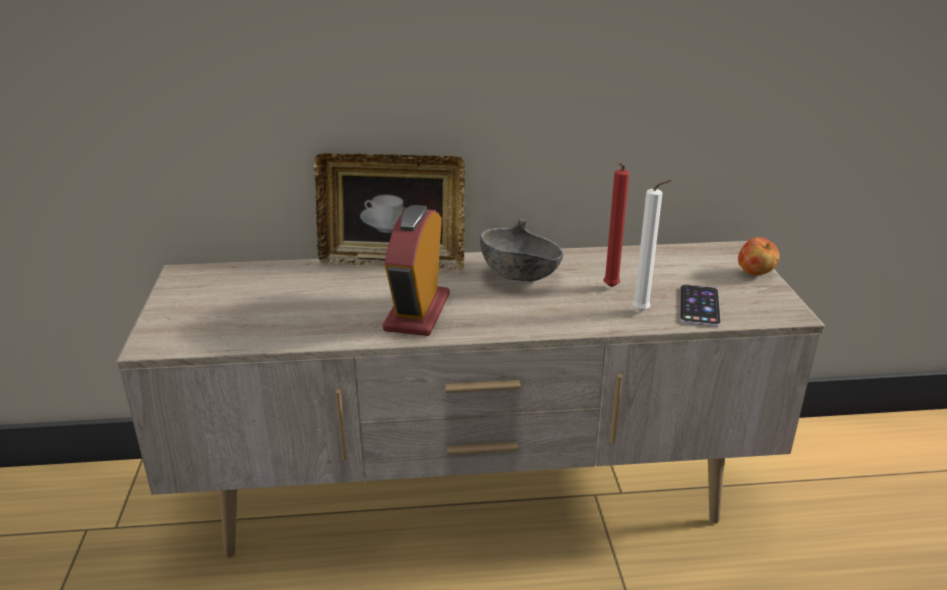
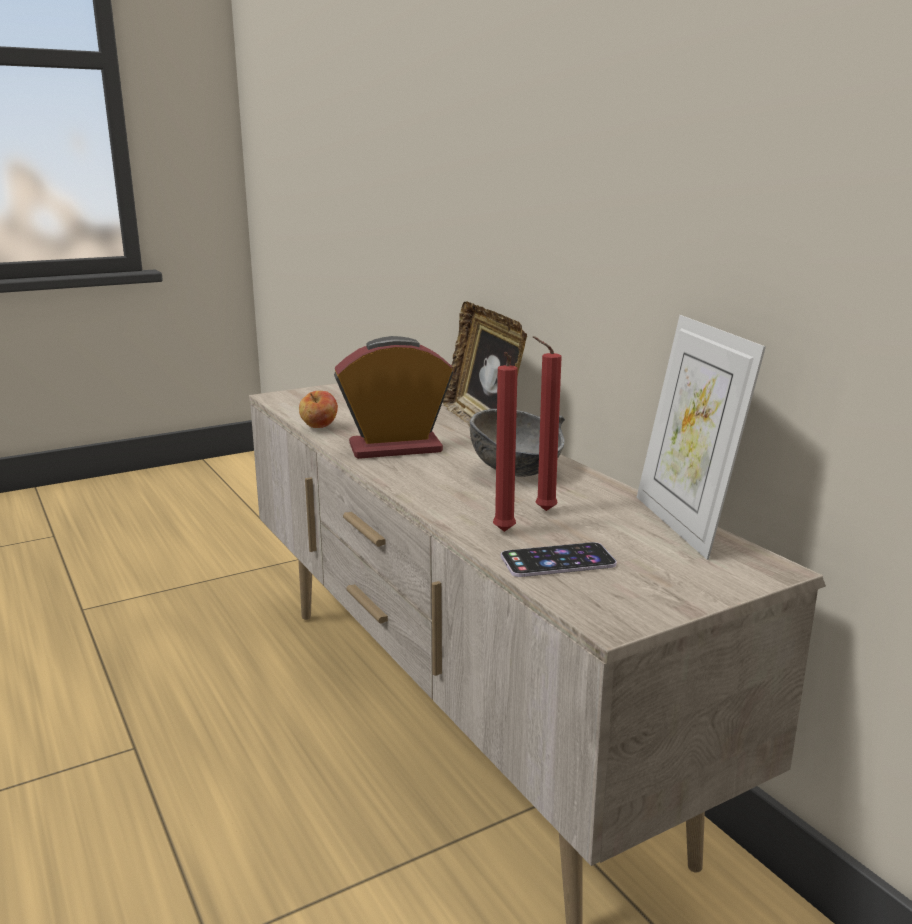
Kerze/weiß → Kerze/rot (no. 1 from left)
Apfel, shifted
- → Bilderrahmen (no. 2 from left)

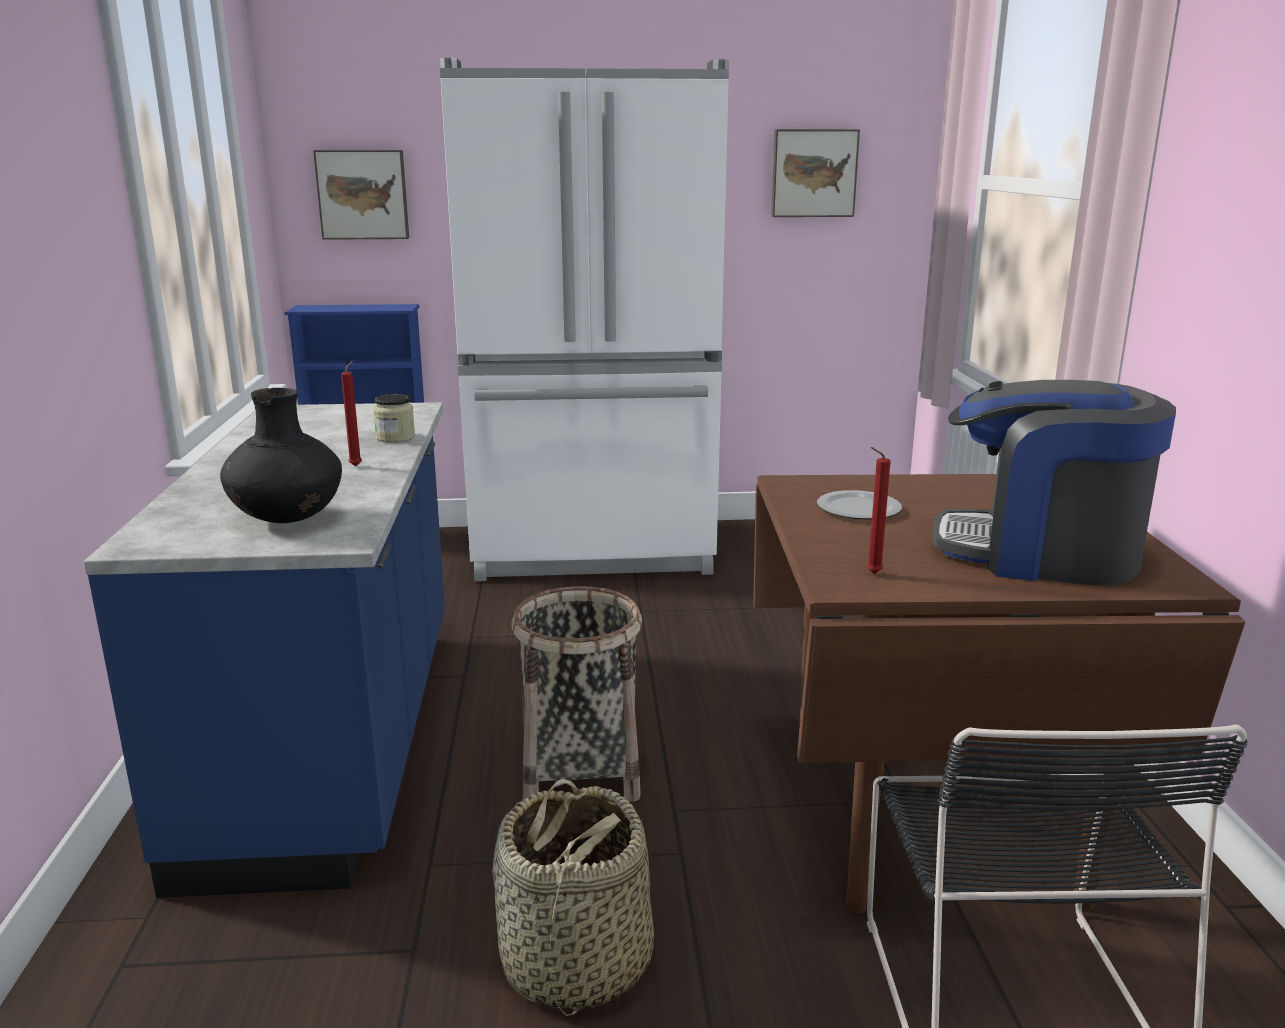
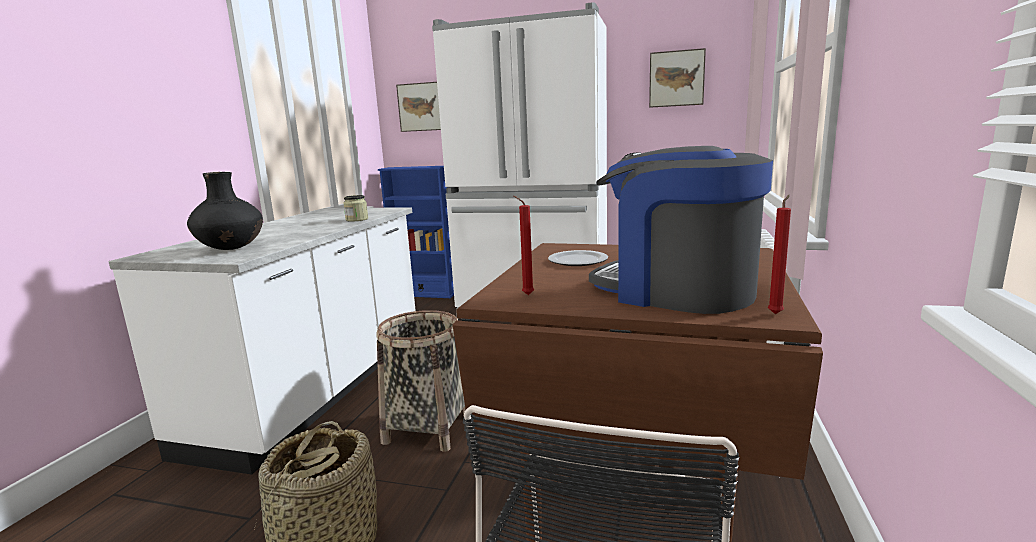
Kerze/rot (no. 1 from left in the first image) → Kerze/rot (no. 2 from left), shifted
Küchenzeile/blau → Küchenzeile/weiß

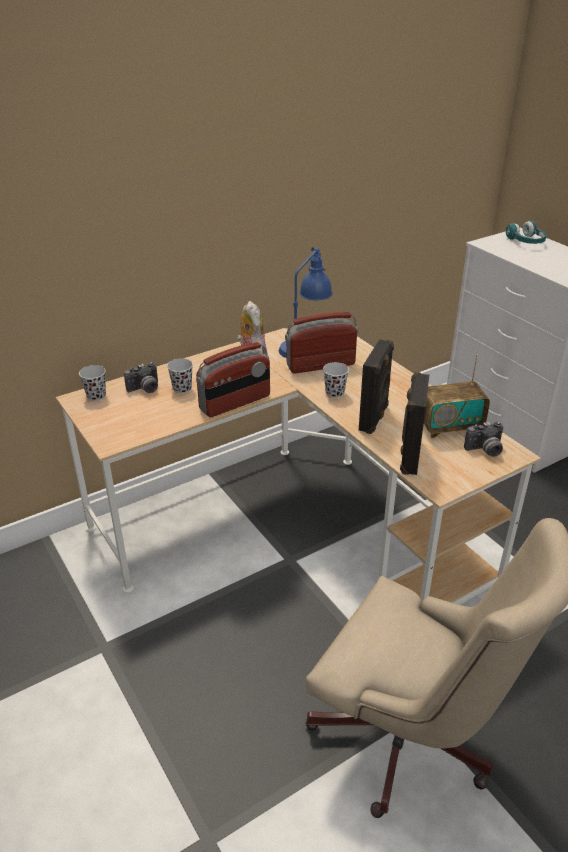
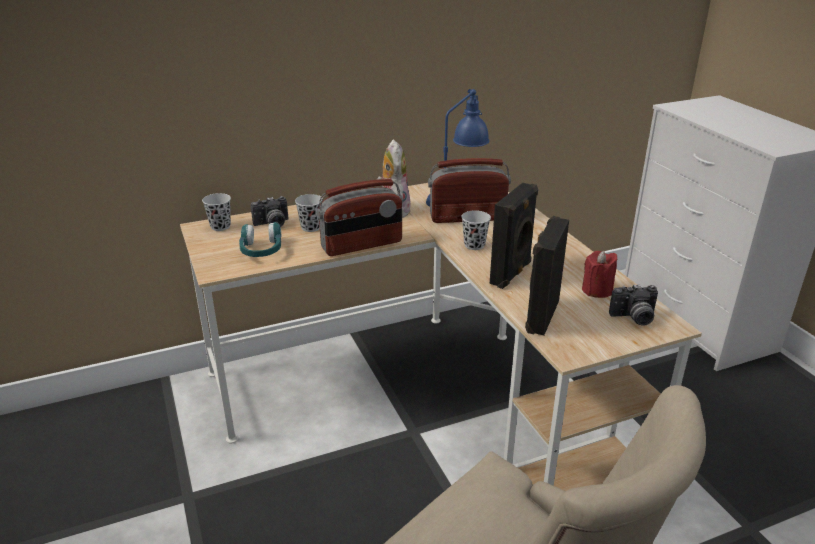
Kopfhörer/türkis, shifted
Radio (no. 3 from left) → Kerze/rot

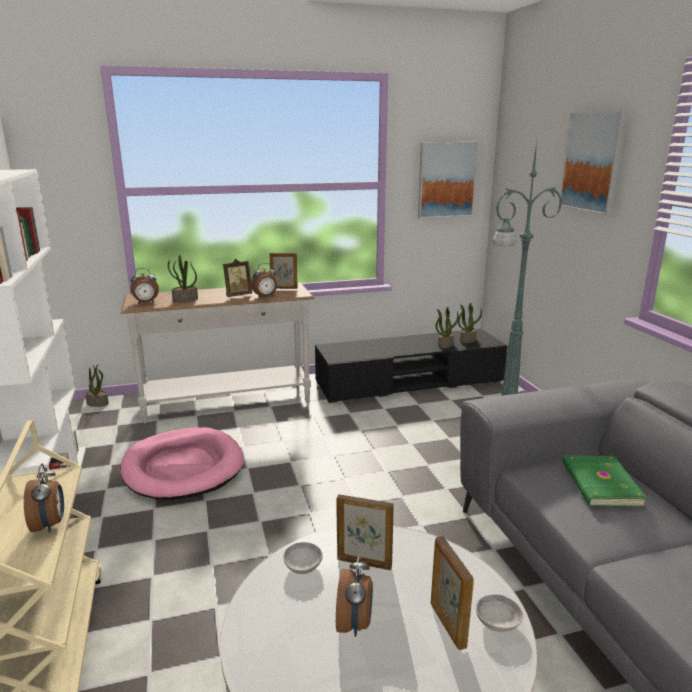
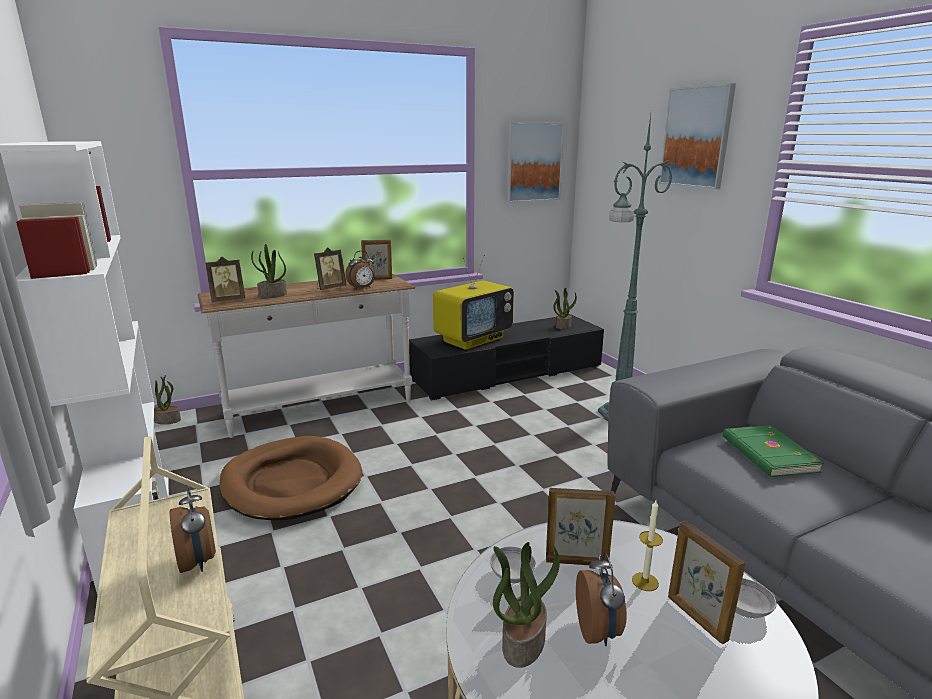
Wecker (no. 2 from left) → Bilderrahmen (no. 1 from left)
Topfpflanze (no. 3 from left), shifted
Hundebett/rosa → Hundebett/braun
- → Fernseher
- → Kerze

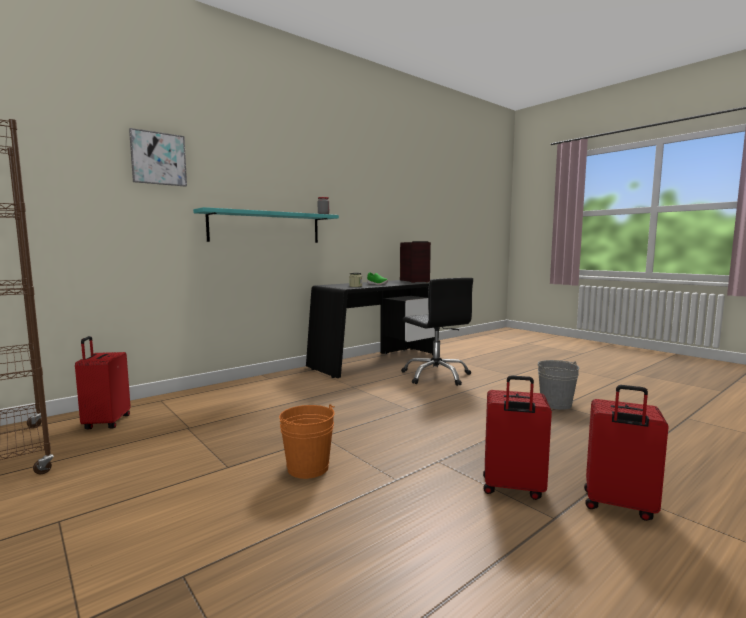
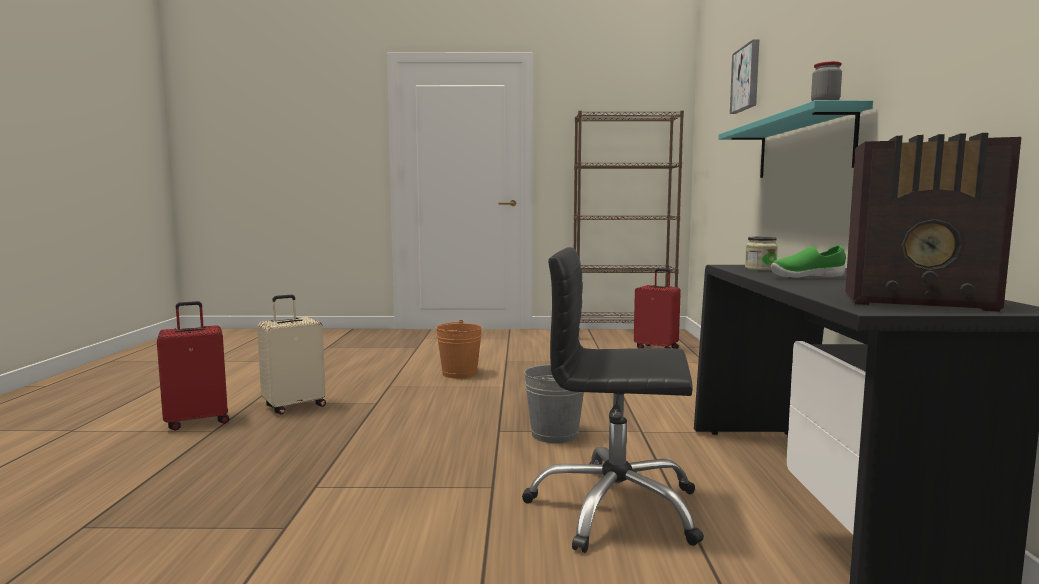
Eimer/grau, shifted
Koffer/rot (no. 2 from left) → Koffer/beige

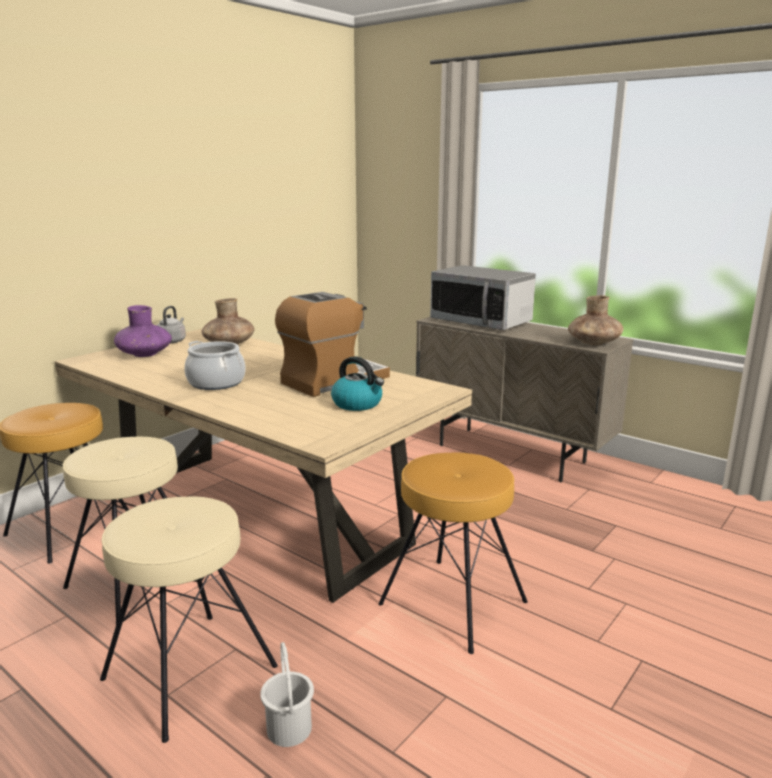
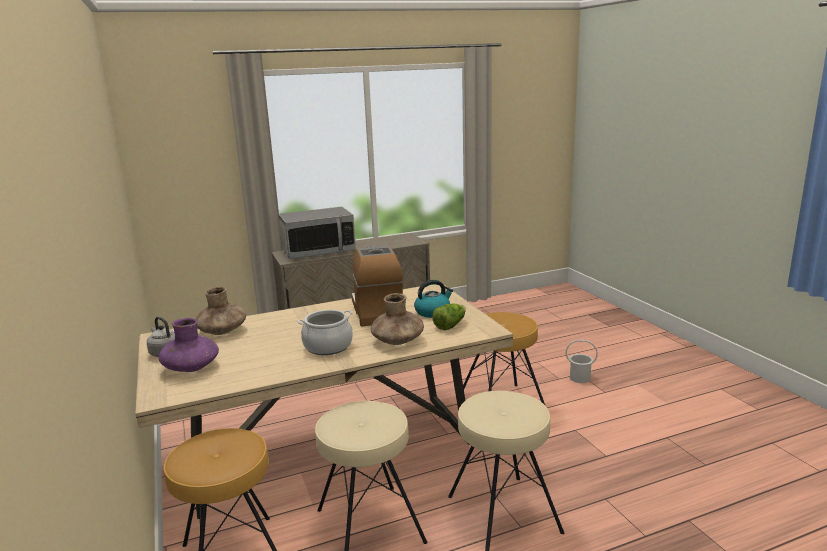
Vase/braun (no. 2 from left), shifted
Eimer/weiß, shifted
- → Salatkopf

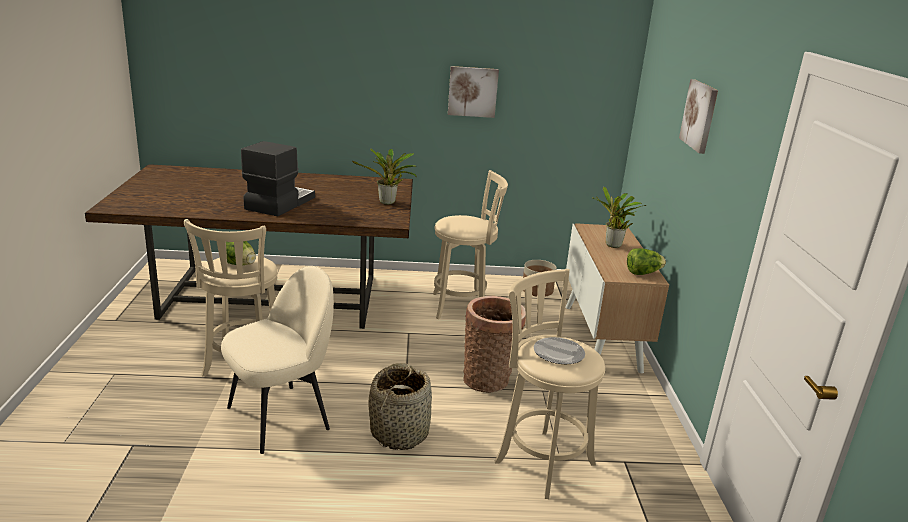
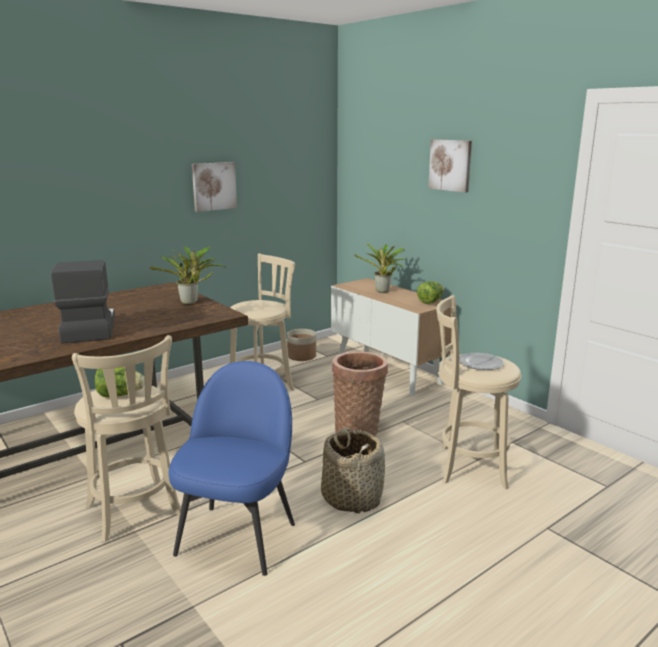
Stuhl/beige → Stuhl/blau

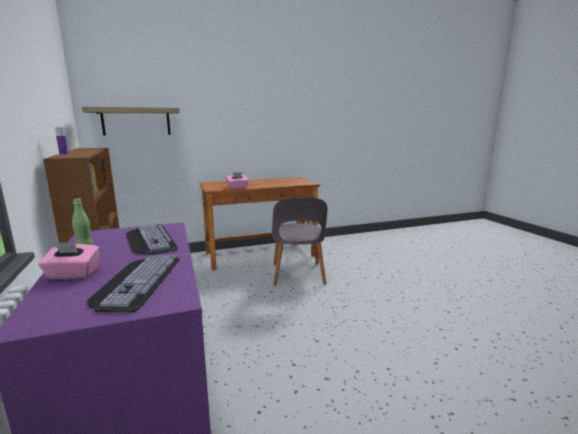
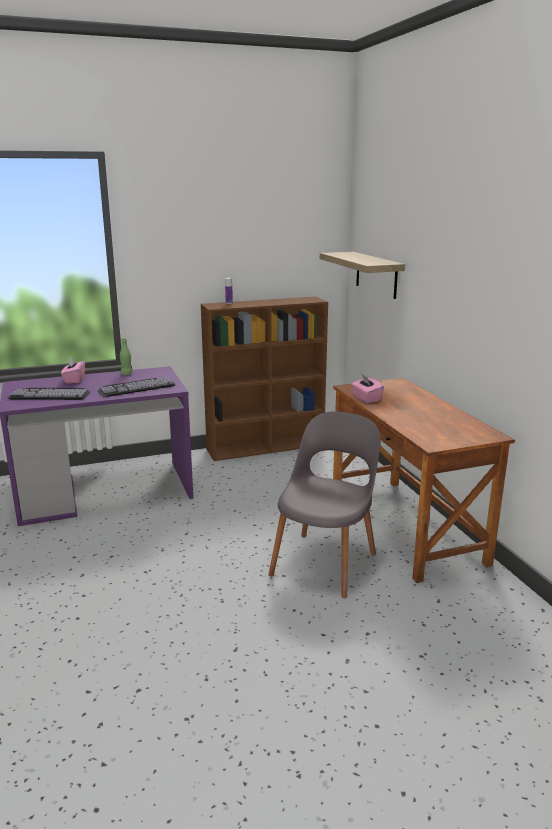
Stuhl/grau, 120 degrees clockwise

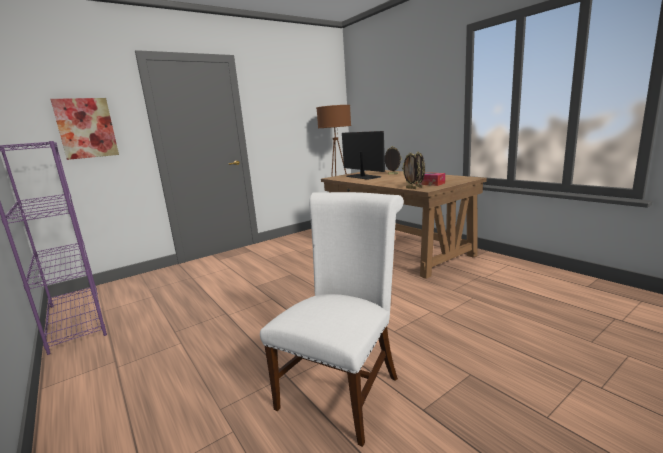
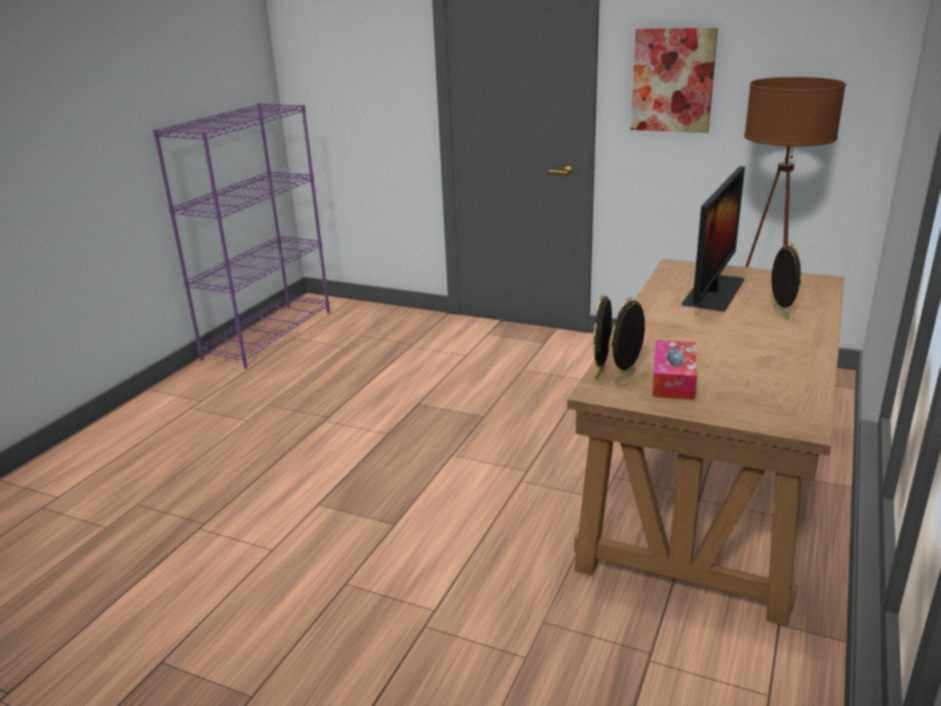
Bild, shifted
Stuhl/weiß → -

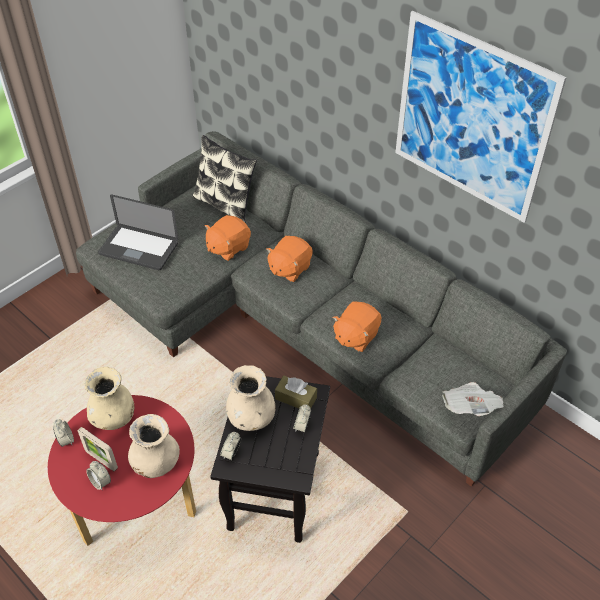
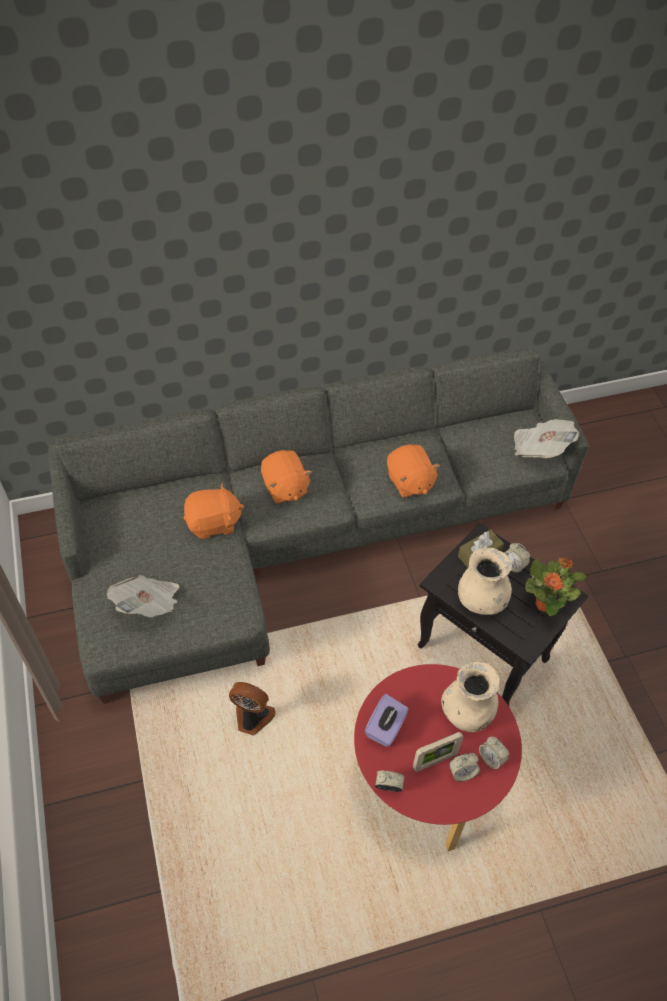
Bild → -
Kissen → -
Laptop → Zeitung (no. 1 from left)
Plüschtier/orange (no. 1 from left), 90 degrees counterclockwise
Vase/beige (no. 1 from left) → Taschentuchbox/lila
Wecker (no. 3 from left), shifted
- → Topfpflanze
- → Ventilator

